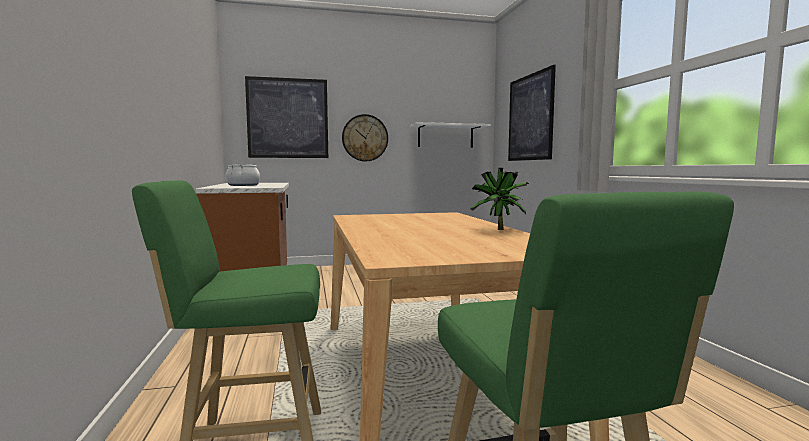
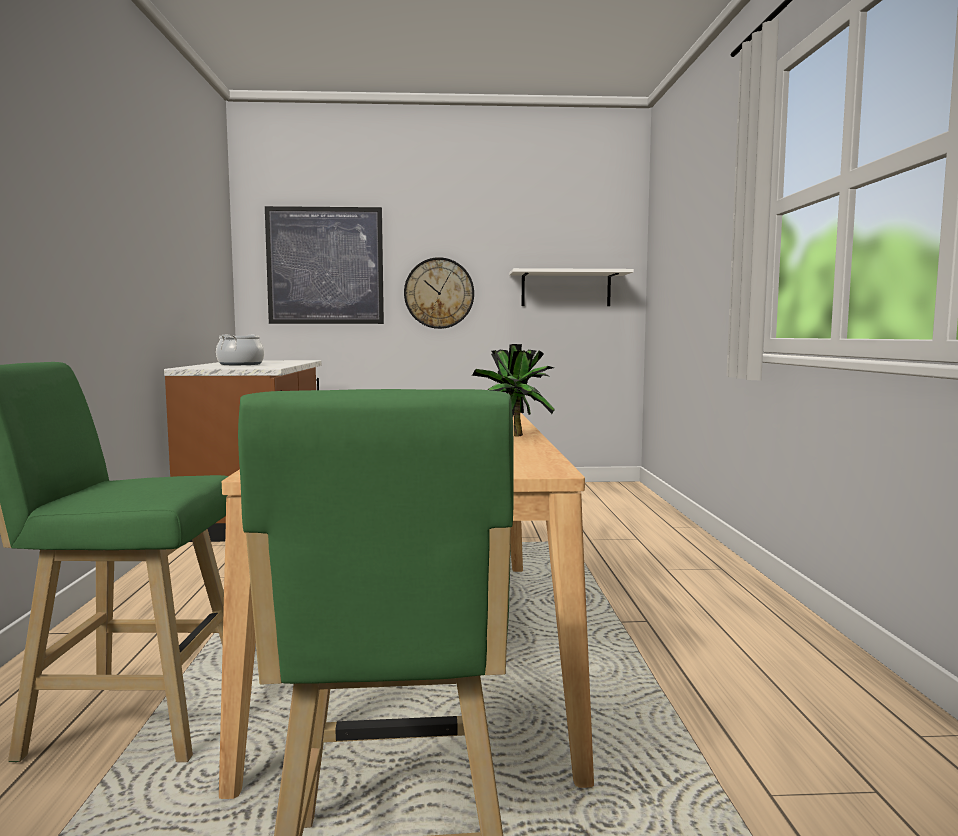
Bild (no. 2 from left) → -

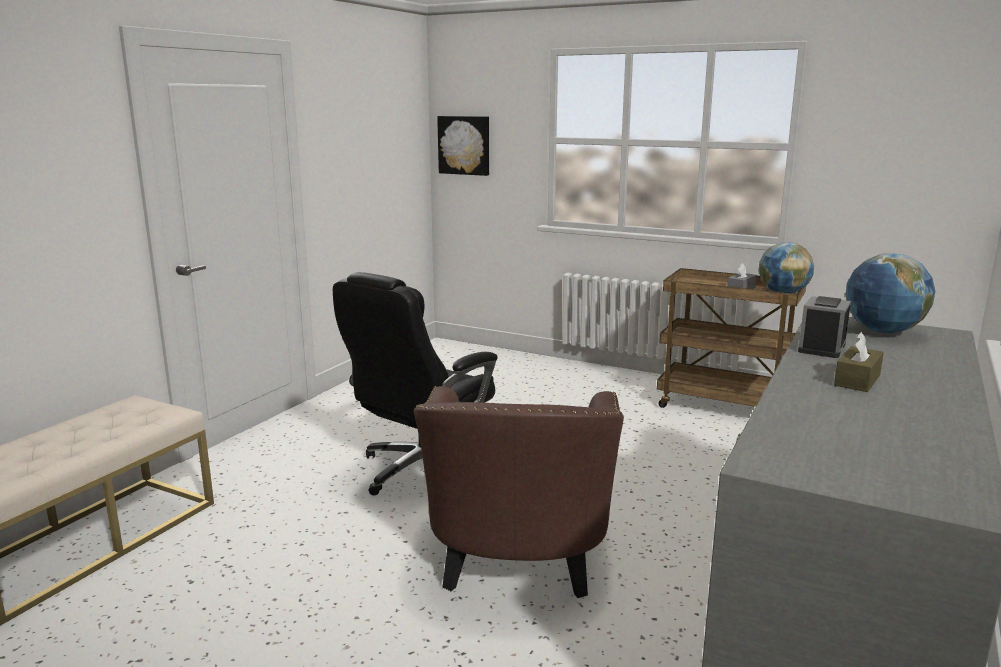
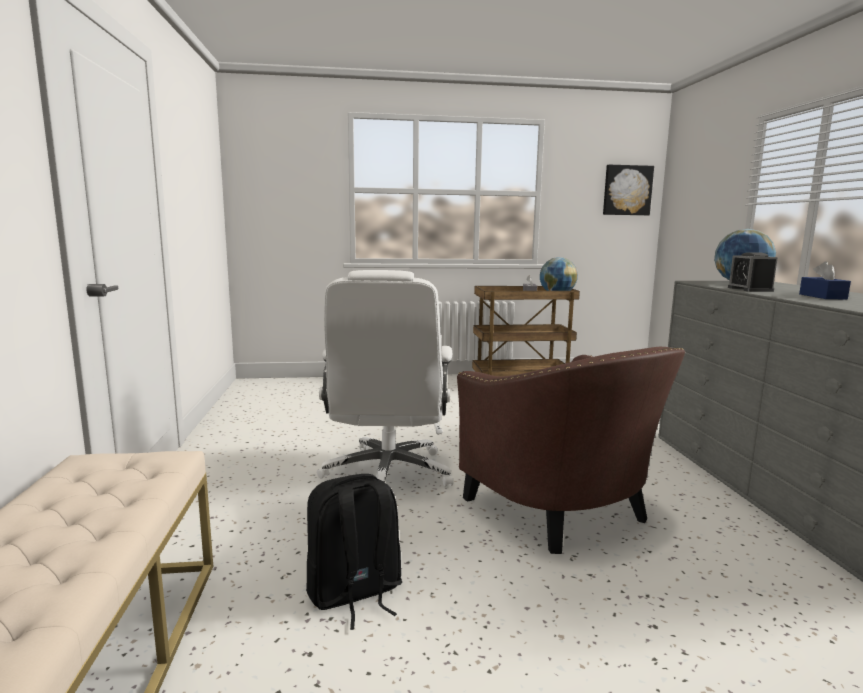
Bild, shifted
Bürostuhl/schwarz → Bürostuhl/weiß
Taschentuchbox/braun → Taschentuchbox/blau
- → Rucksack/schwarz

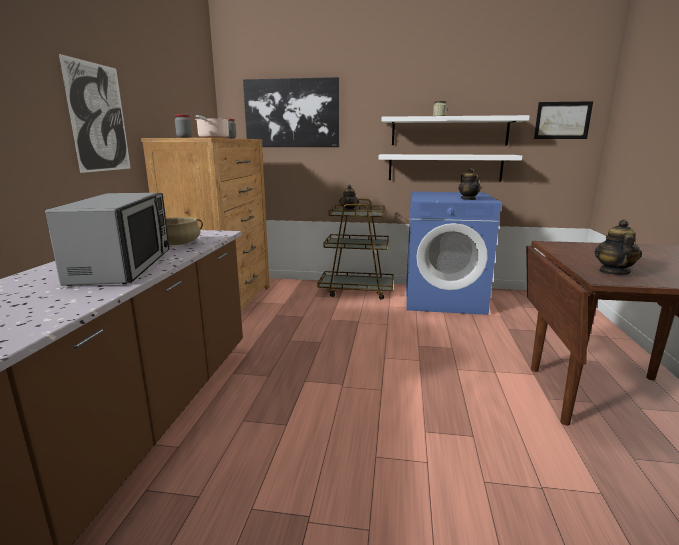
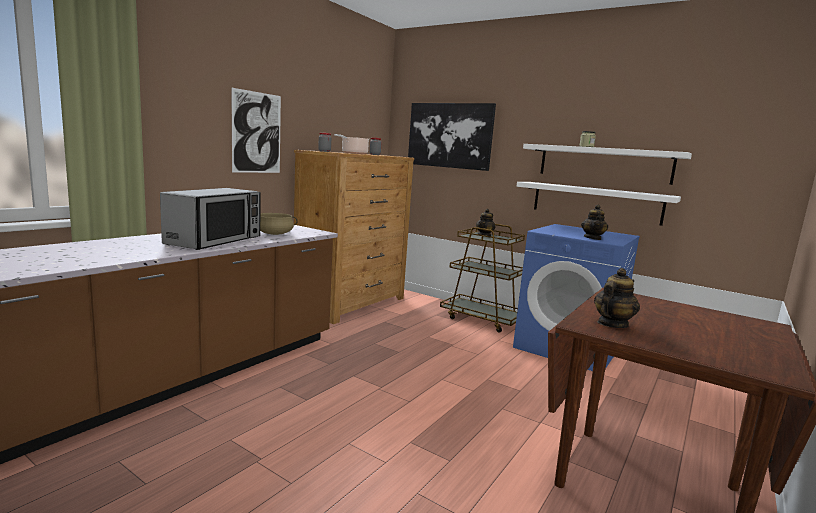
Bild (no. 3 from left) → -

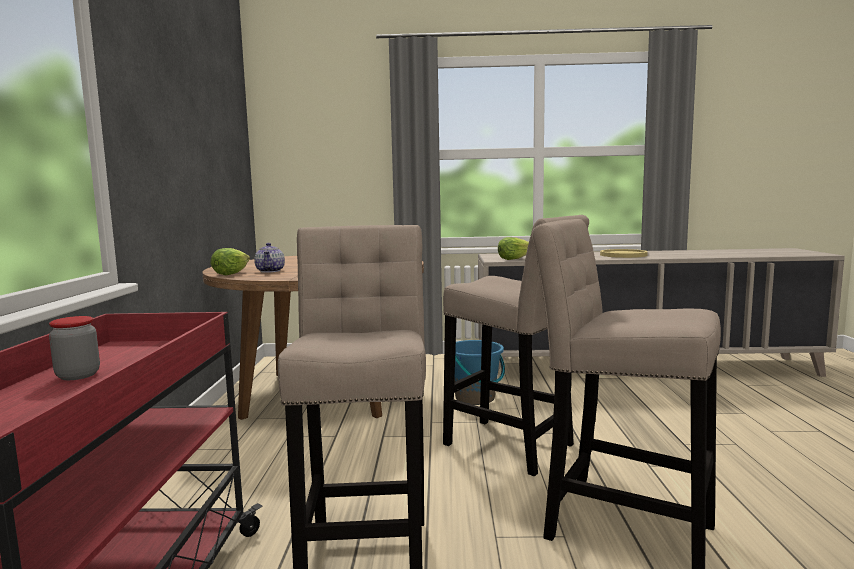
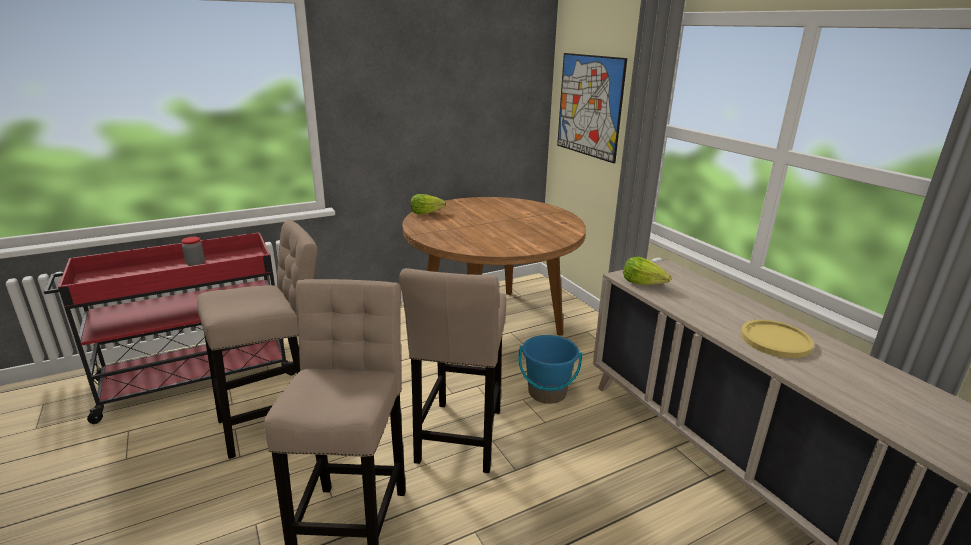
Teekanne → -
- → Bild

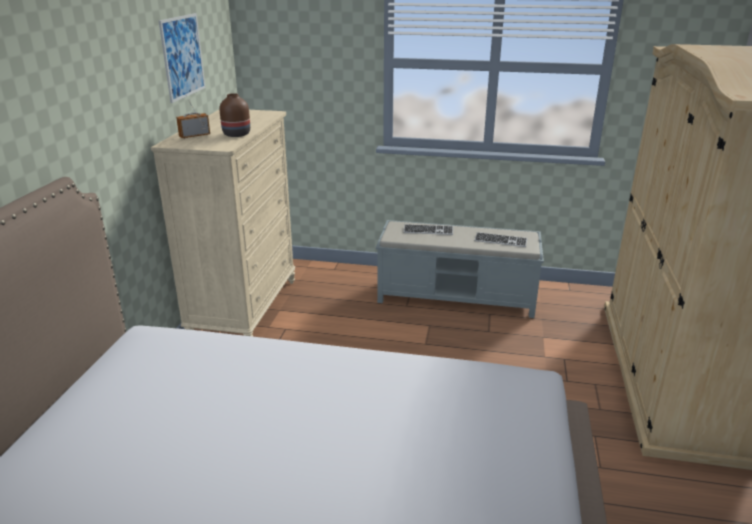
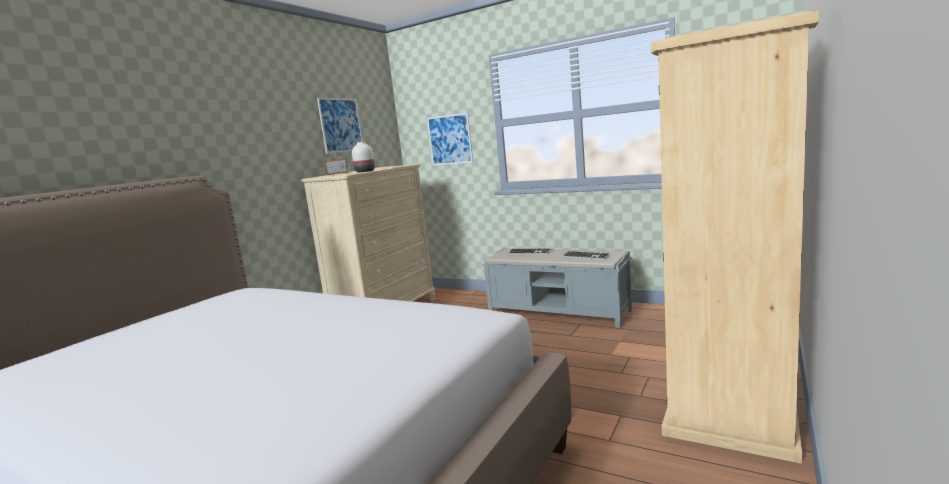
Vase/braun → Vase/weiß
- → Bild (no. 2 from left)

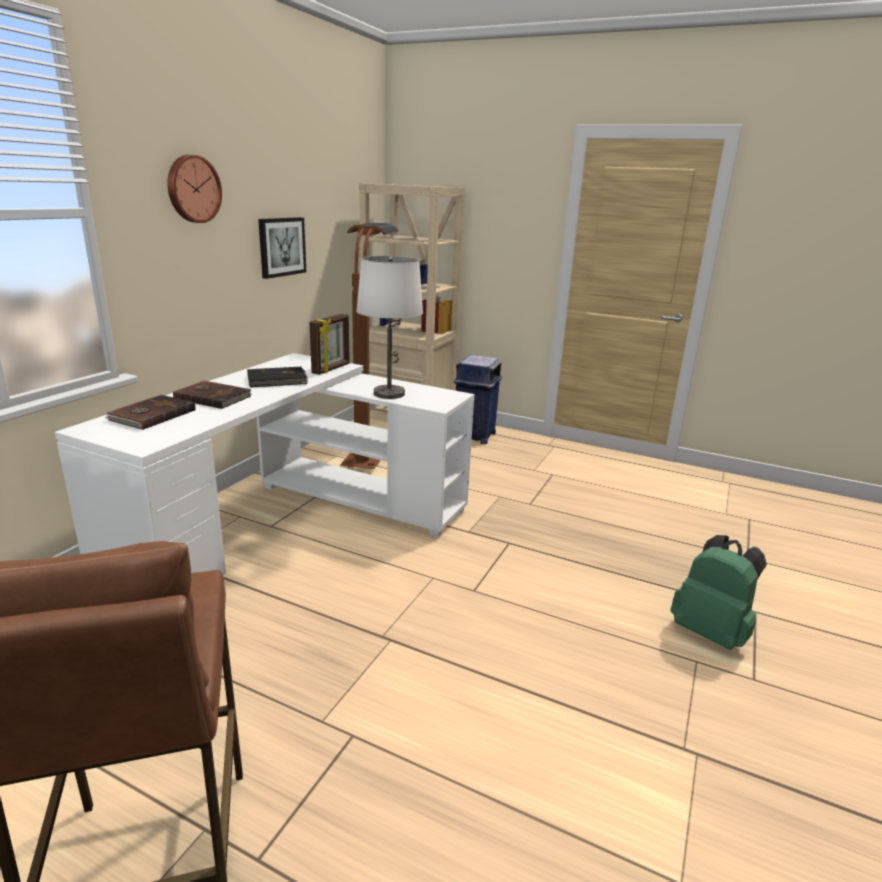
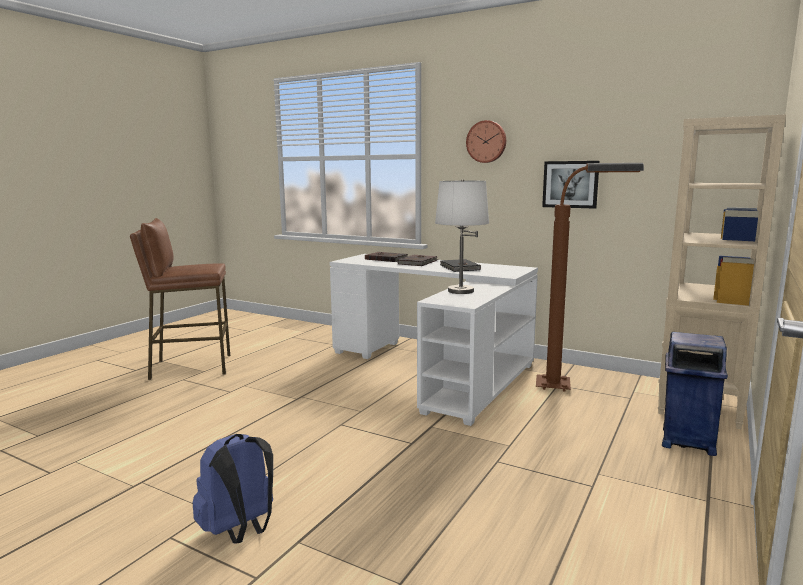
Bilderrahmen → -
Rucksack/grün → Rucksack/blau

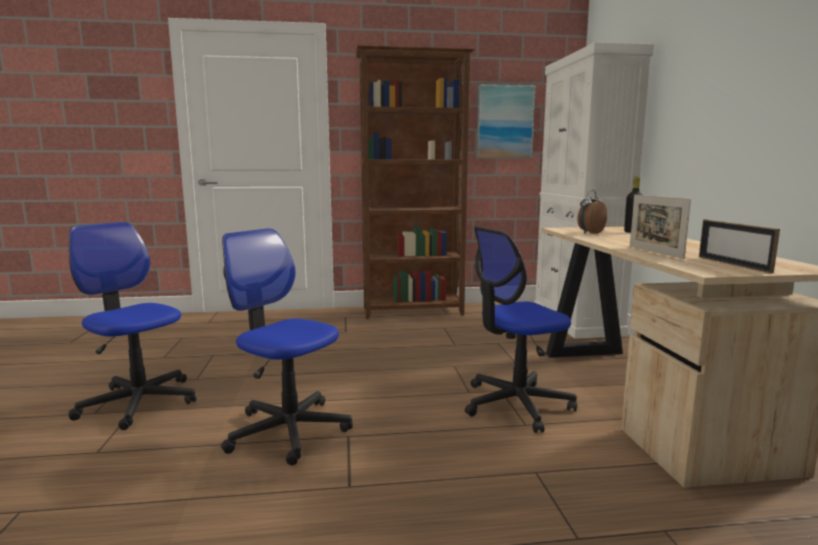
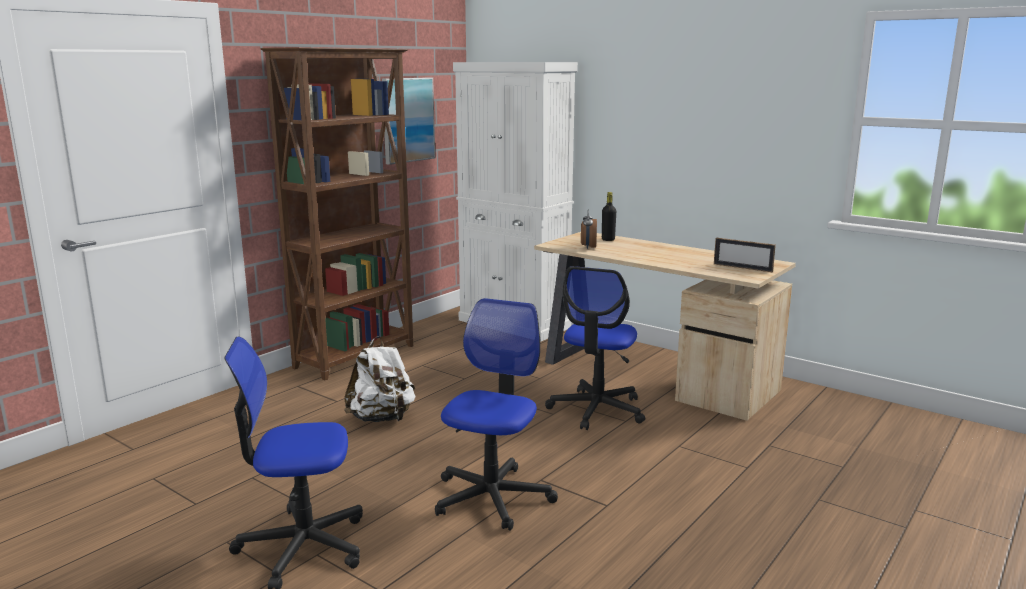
Bilderrahmen (no. 1 from left) → -
Bürostuhl (no. 2 from left), 120 degrees clockwise
- → Rucksack/weiß

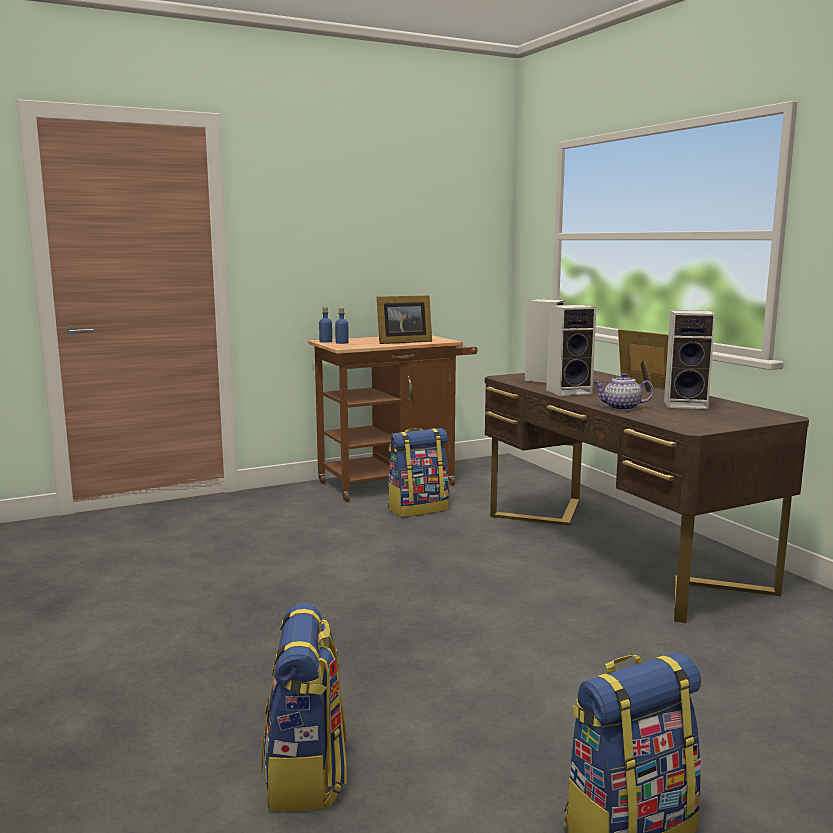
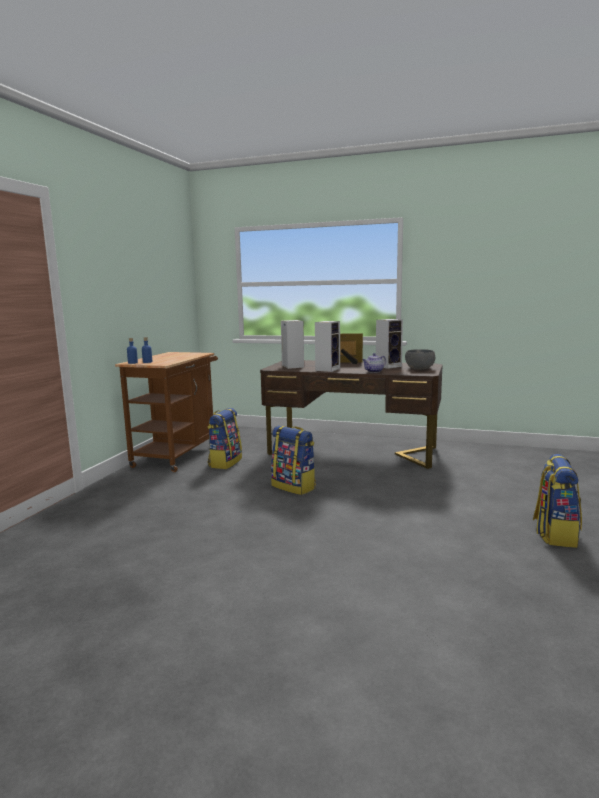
Bilderrahmen (no. 1 from left) → -
Rucksack (no. 1 from left in the first image) → Rucksack (no. 2 from left), shifted
- → Schüssel/grau

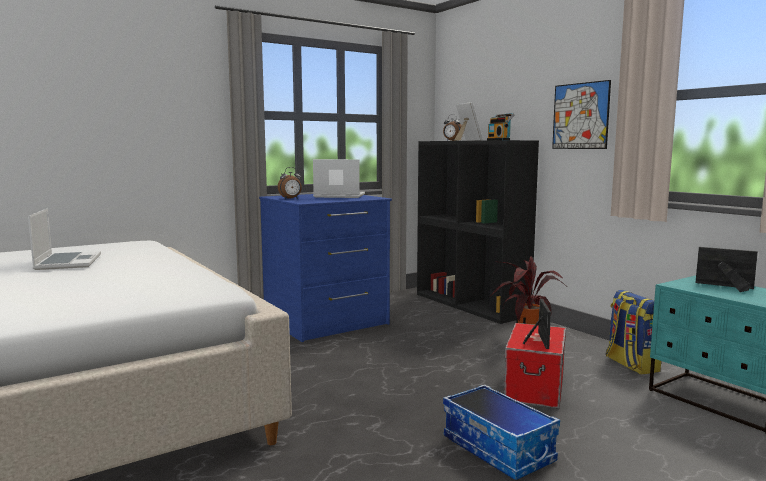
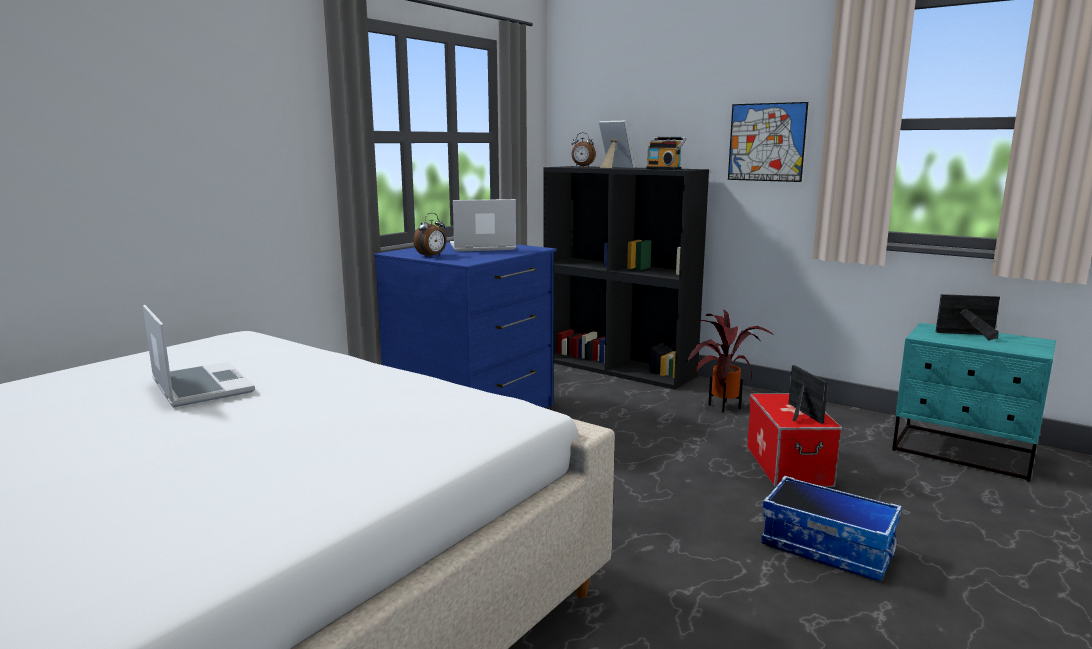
Rucksack → -

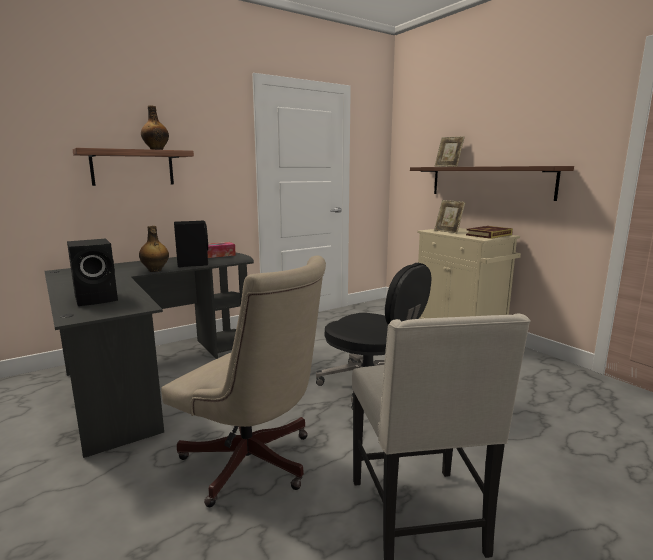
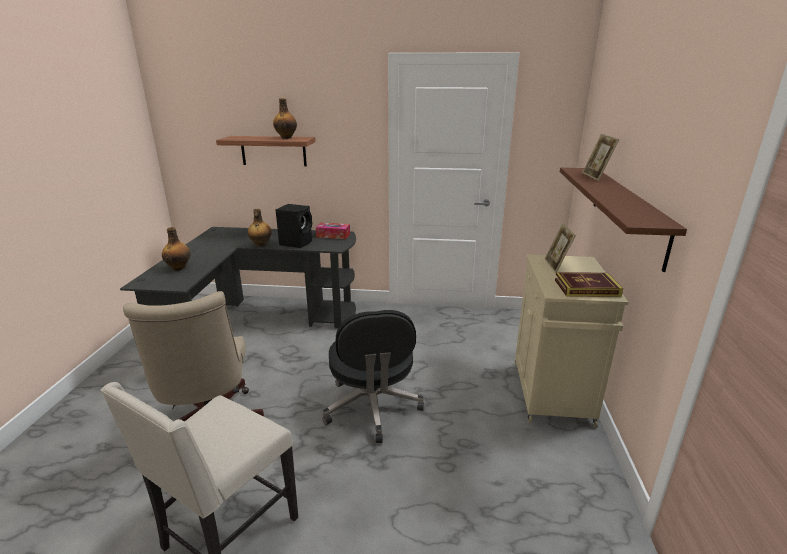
Lautsprecher/schwarz (no. 1 from left) → Flasche (no. 1 from left)

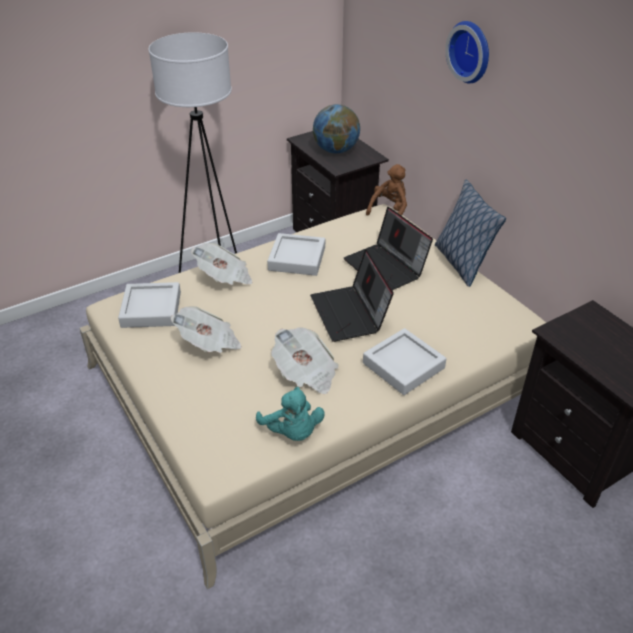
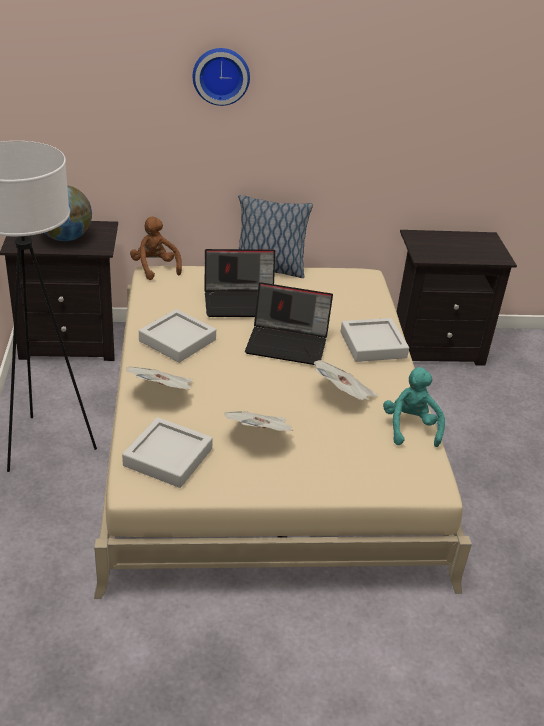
Plüschtier/türkis, 90 degrees counterclockwise

